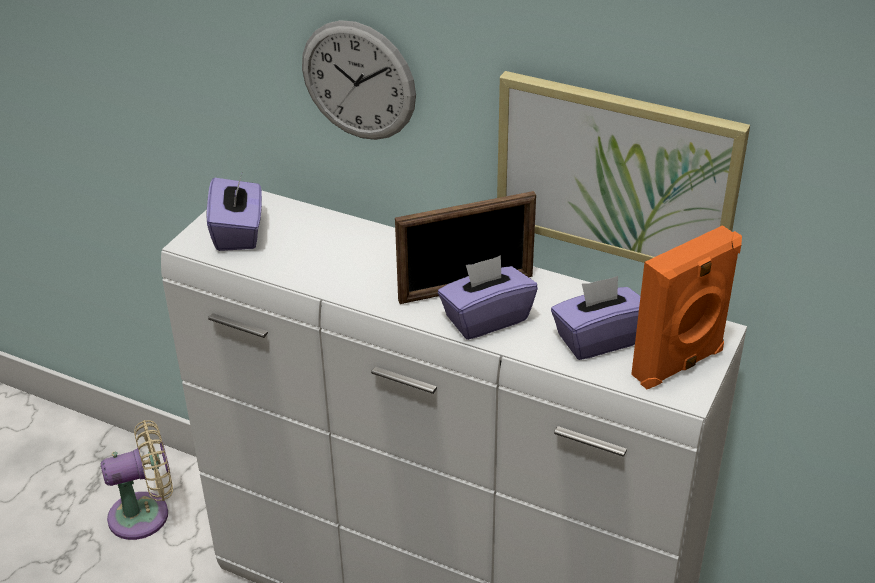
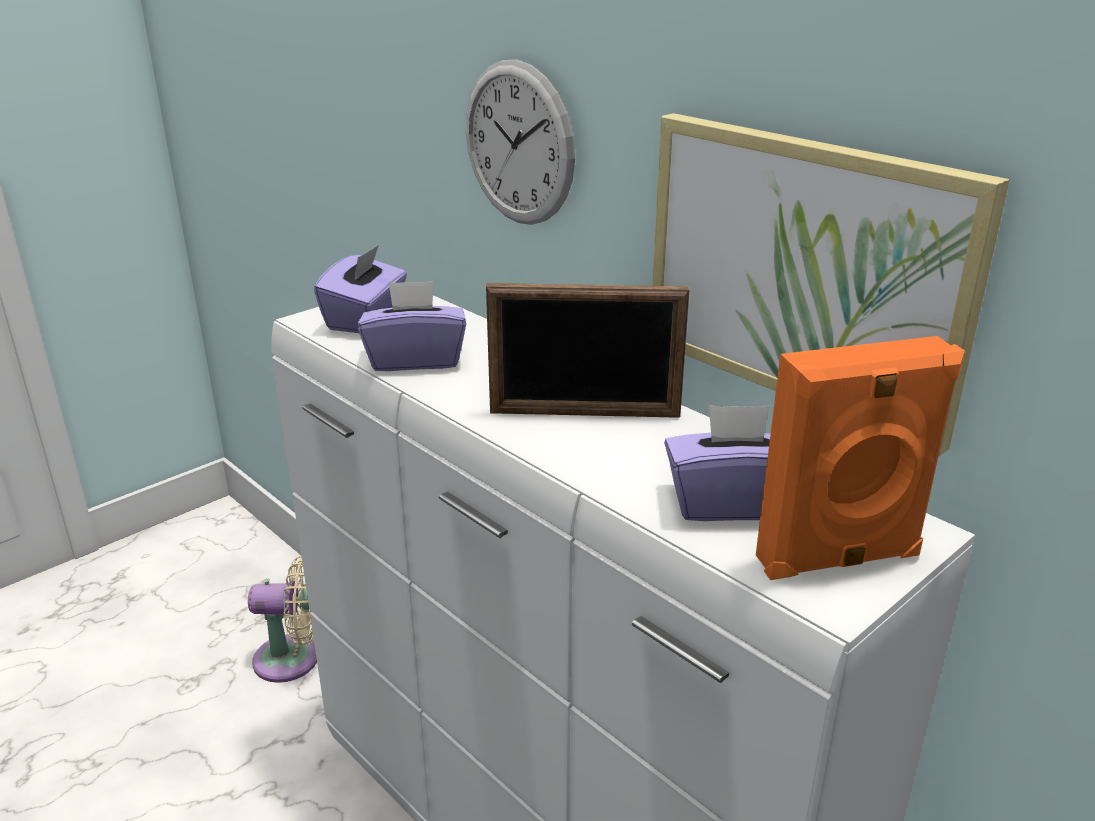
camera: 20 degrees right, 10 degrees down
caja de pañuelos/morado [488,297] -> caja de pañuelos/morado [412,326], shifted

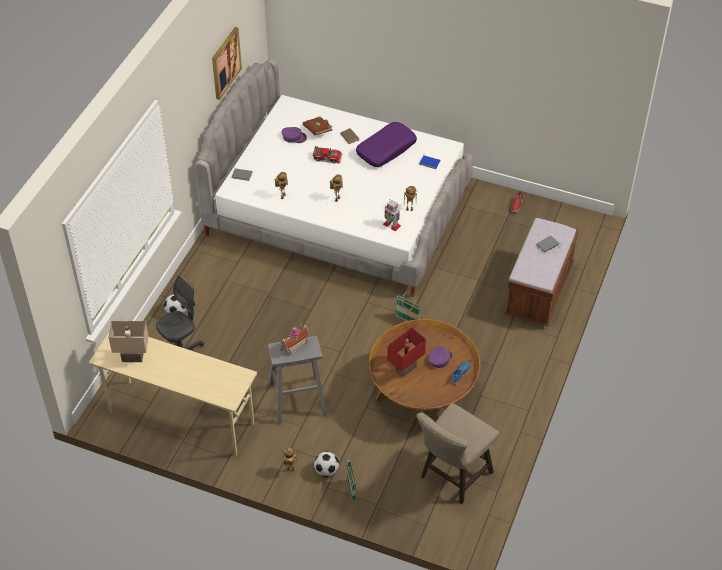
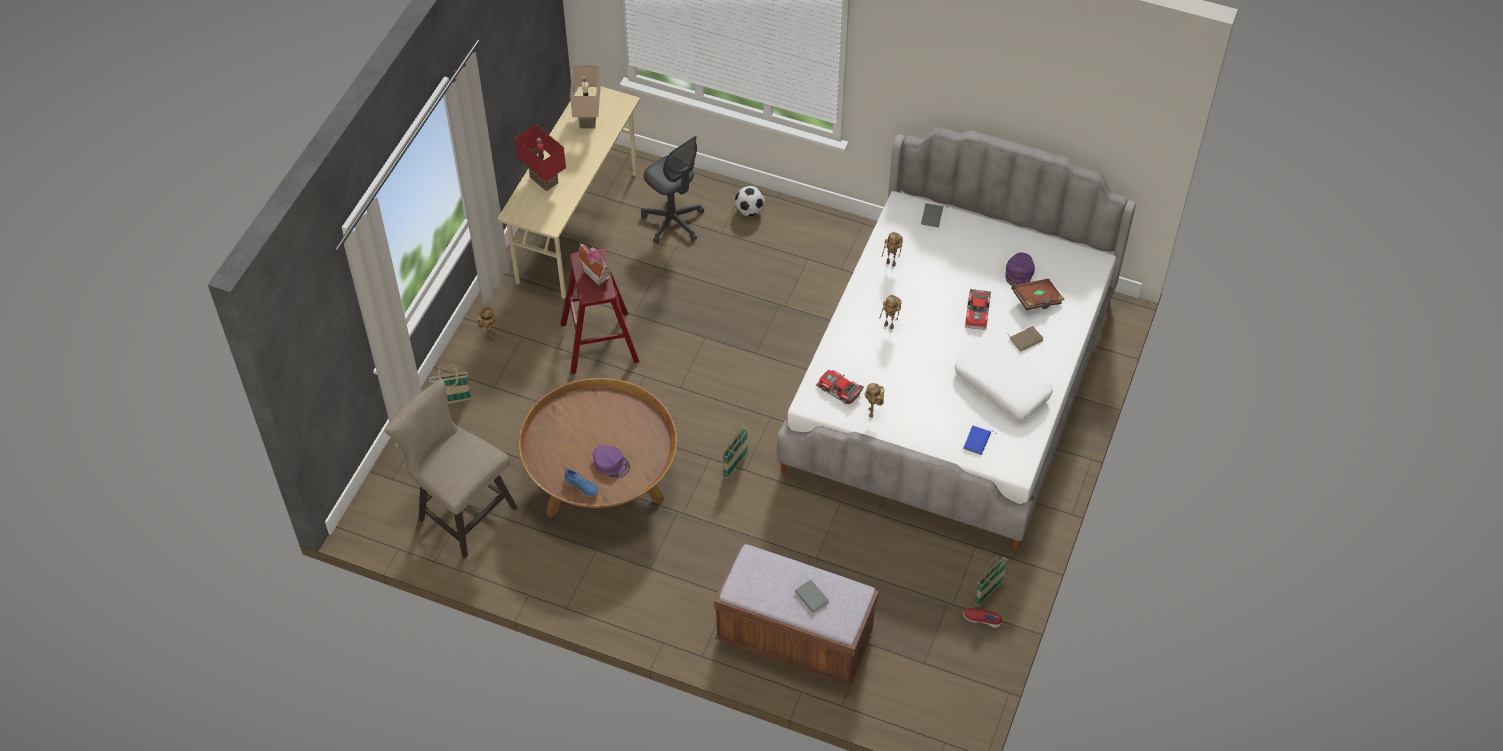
camera: 90 degrees right, 5 degrees up
cuadro [227,63] -> none
balón de fútbol [326,464] -> none
none -> cesta [990,581]
lámpara de mesa/rojo [406,352] -> lámpara de mesa/rojo [540,157], shifted
robot de juguete [392,215] -> coche de juguete [840,387]
taburete/gris [297,380] -> taburete/rojo [600,311]
cojín/morado [386,144] -> cojín/blanco [1004,379]

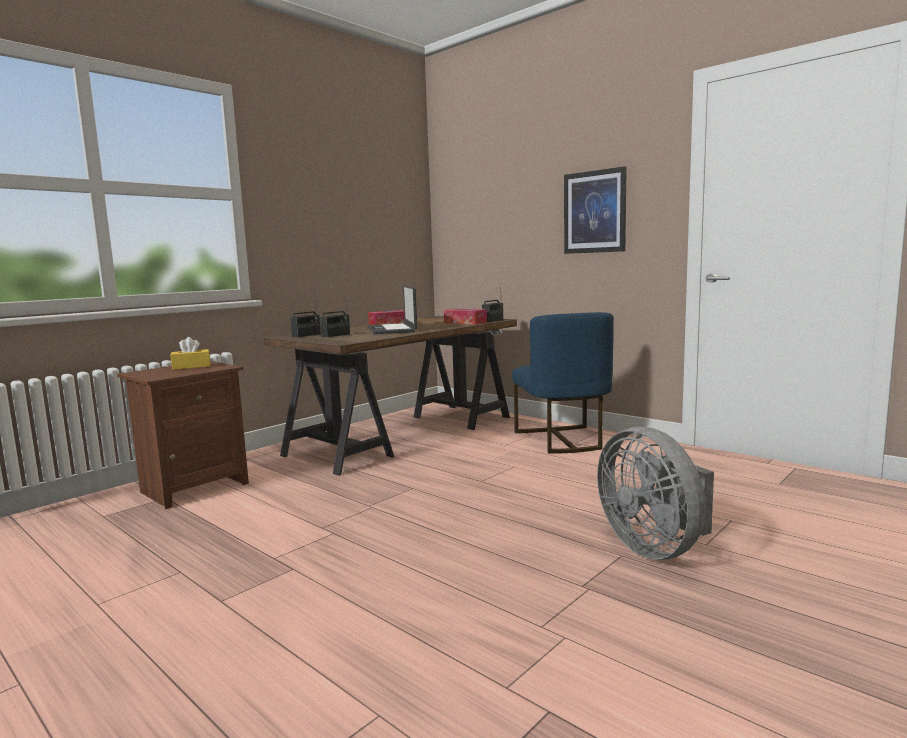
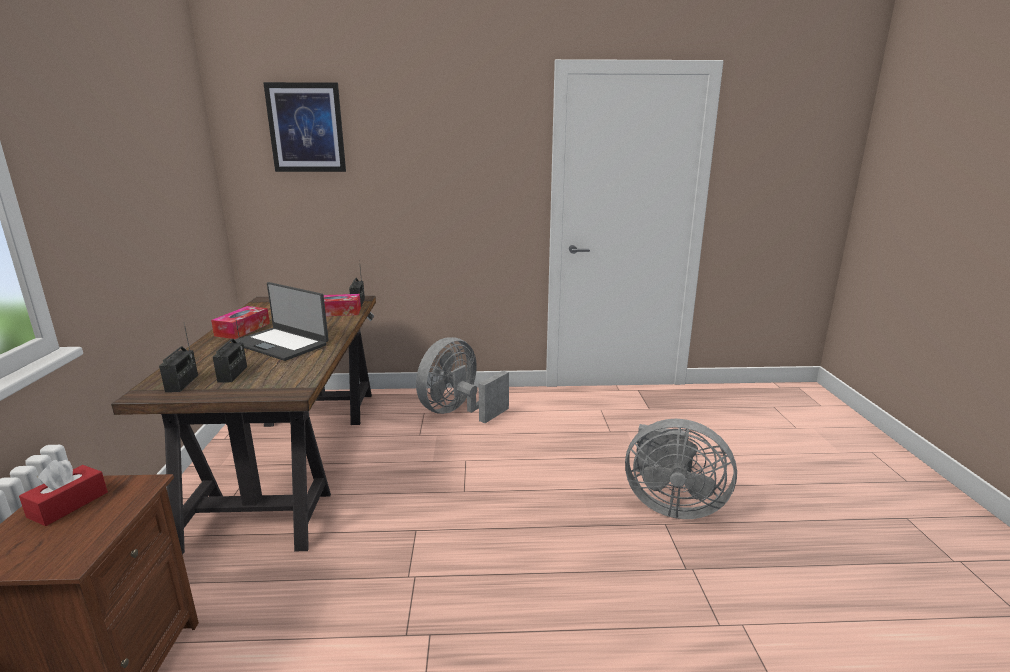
camera: 45 degrees left, 10 degrees up
cuadro [595,210] -> cuadro [304,127], shifted
silla/azul [563,383] -> ventilador/gris [462,380]
caja de pañuelos/amarillo [190,353] -> caja de pañuelos/rojo [63,493]

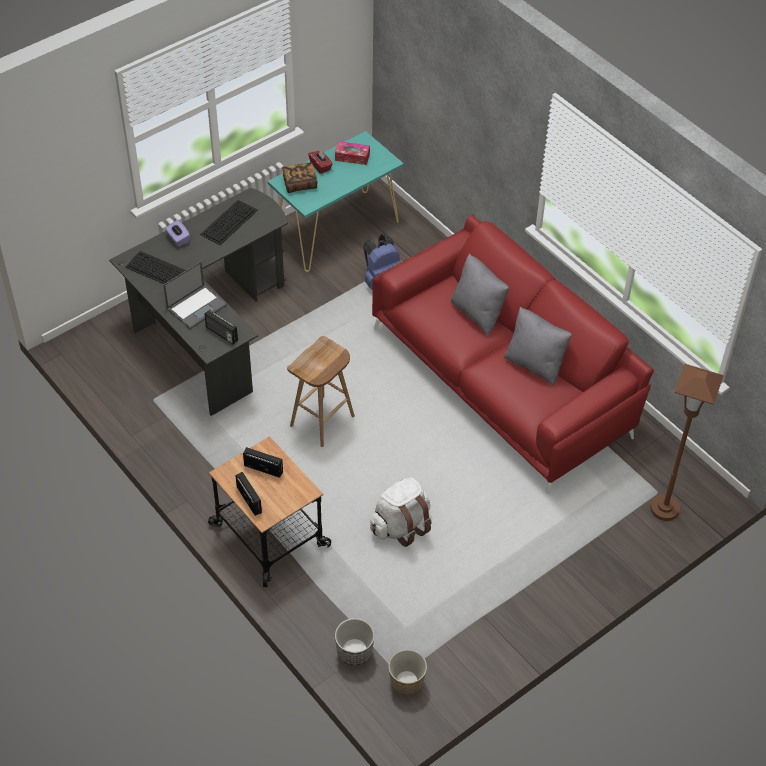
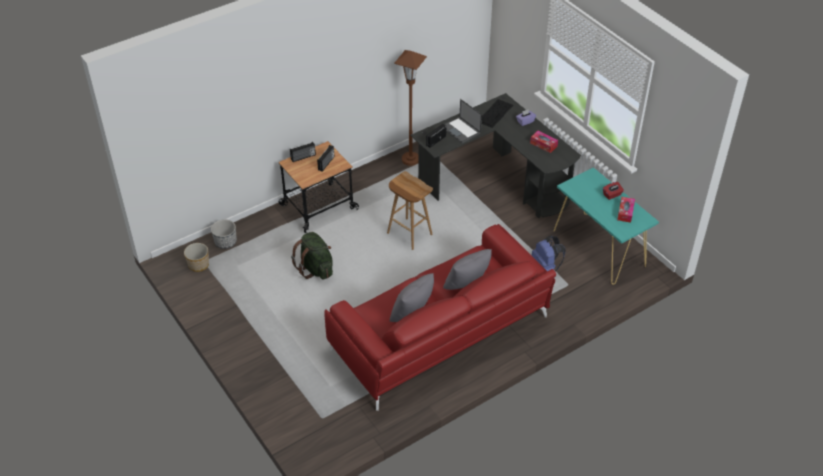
camera: 95 degrees right, 5 degrees down
libro [300,177] -> none
lámpara de pie/marrón [687,442] -> lámpara de pie/marrón [410,108], shifted
teclado [229,222] -> caja de pañuelos [544,142]
mochila/blanco [401,512] -> mochila/verde [312,255]

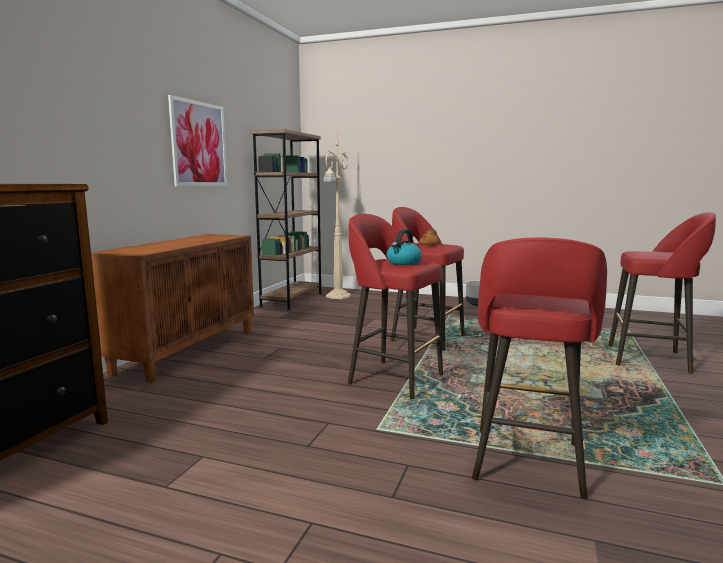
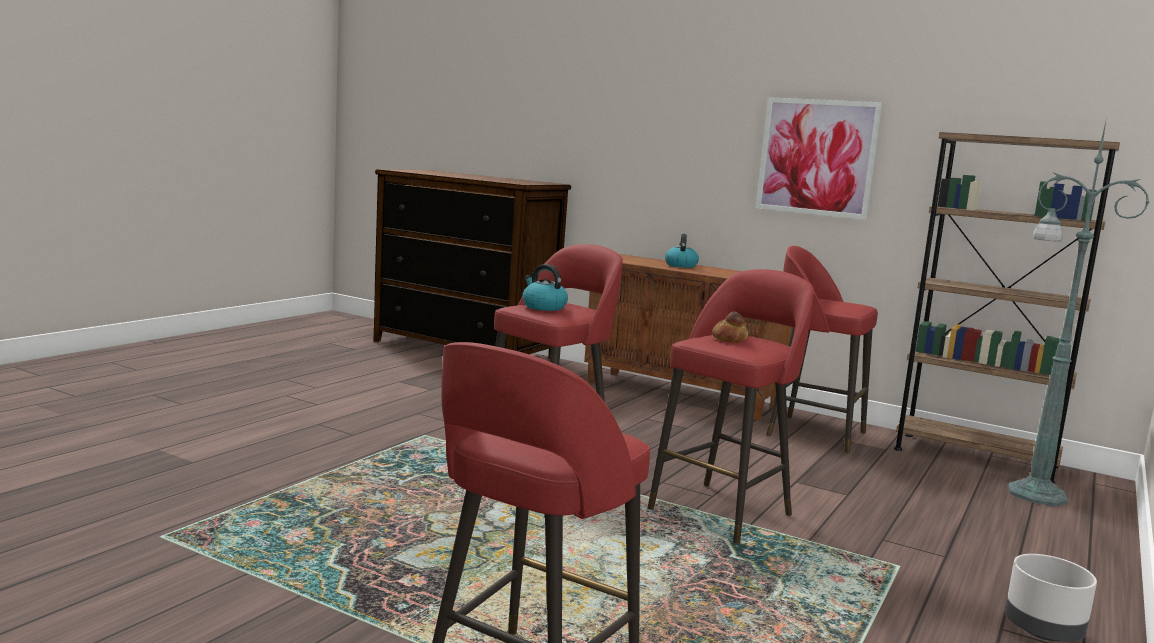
camera: 100 degrees right, 0 degrees up
none -> hervidor [682,251]
taburete/rojo [539,368] -> taburete/rojo [822,350], shifted
lámpara de pie/beis [337,217] -> lámpara de pie/verde [1079,314]

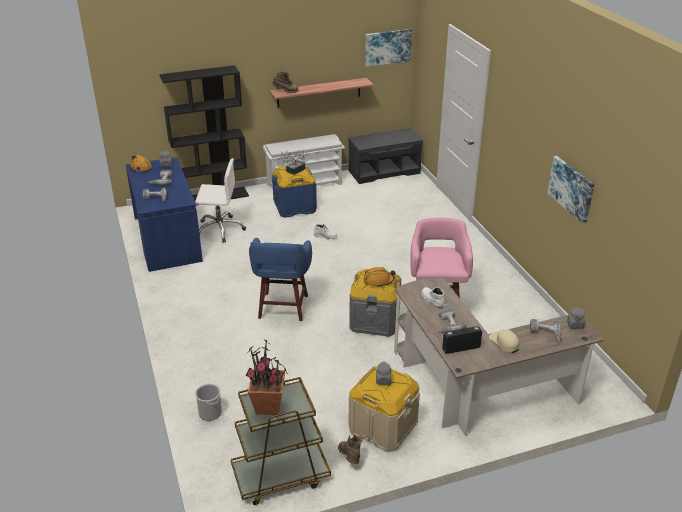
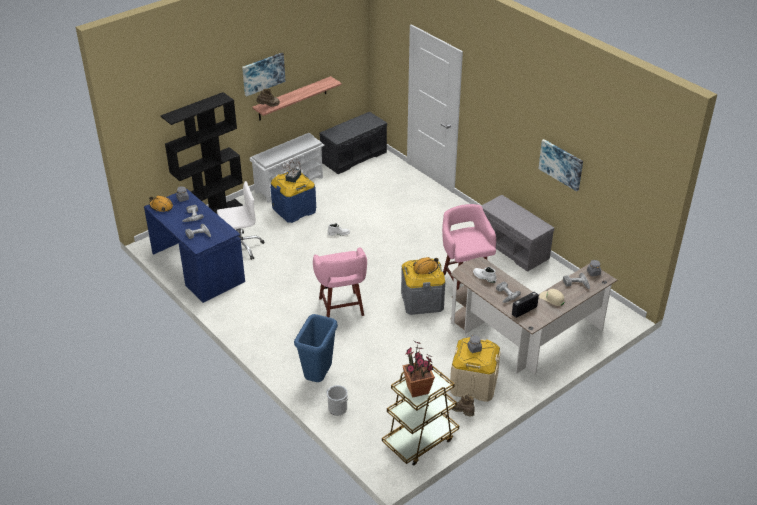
camera: 20 degrees left, 5 degrees up
none -> papelera/azul [316,348]
none -> banco/gris [517,233]
cuadro [388,48] -> cuadro [264,74], shifted
taburete/azul [280,279] -> taburete/rosa [340,282]

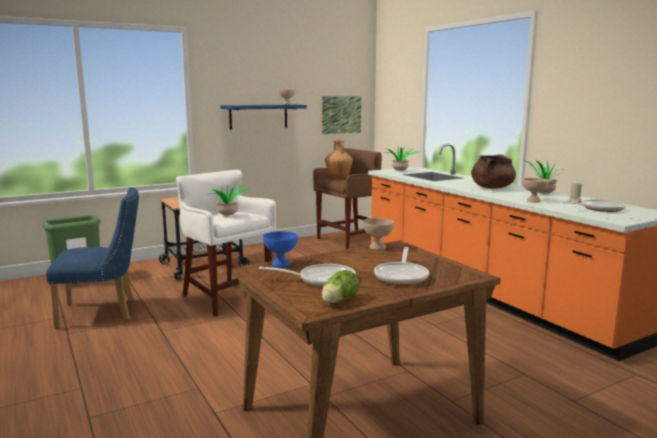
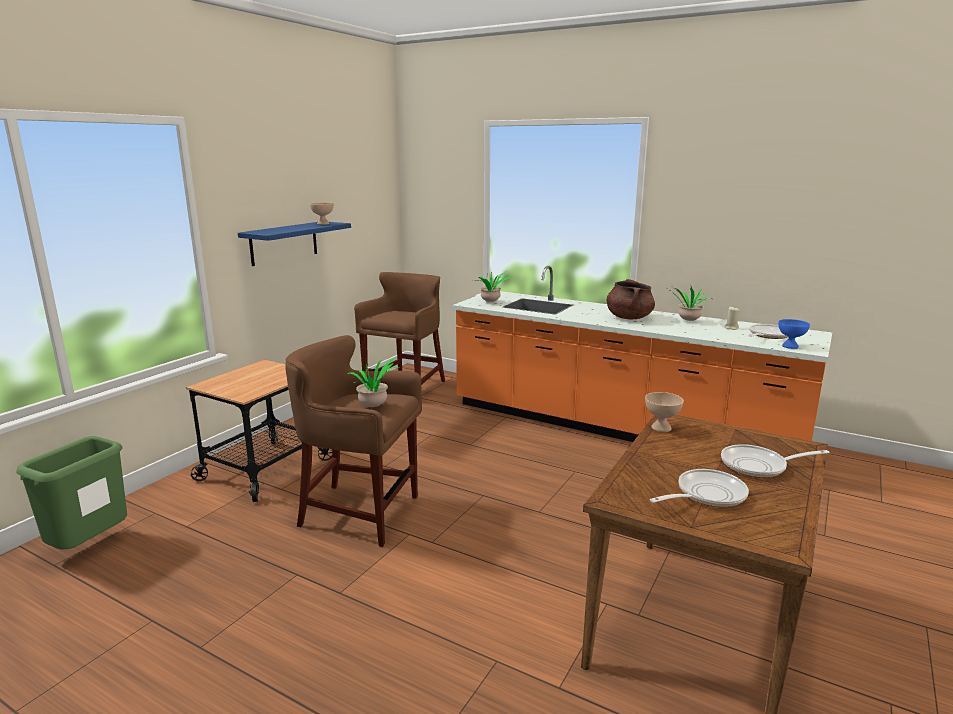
camera: 30 degrees left, 5 degrees up
silla/azul [92,258] -> none
cuadro [341,115] -> none
lechuga [340,286] -> none
florero/marrón [339,160] -> none
cuenco/beis [535,190] -> none
cuenco/azul [280,249] -> cuenco/azul [794,334], shifted
taburete/blanco [226,243] -> taburete/marrón [353,441]
sartén [401,266] -> sartén [775,461], 105 degrees clockwise

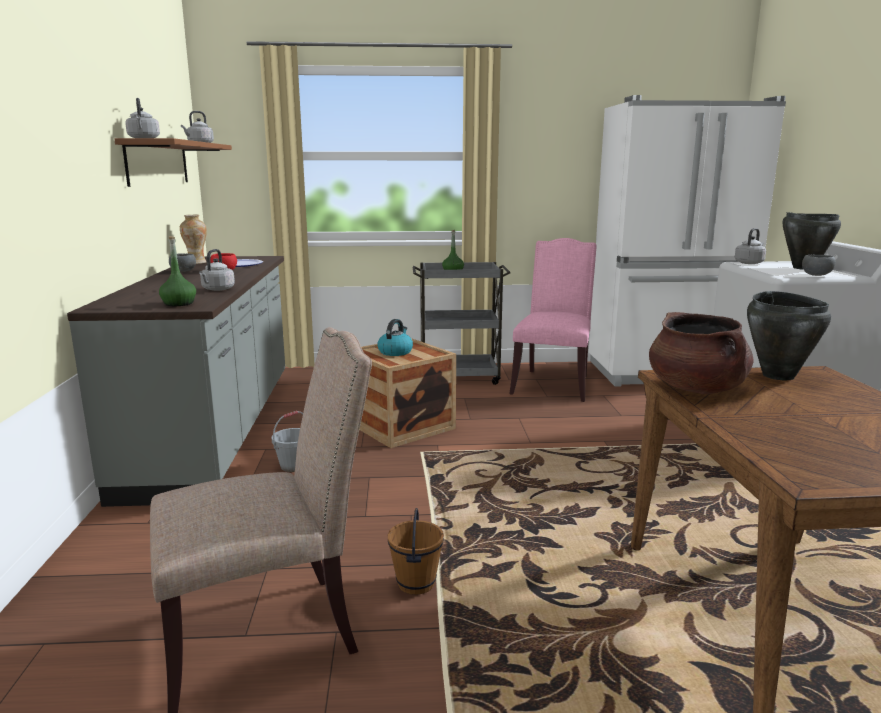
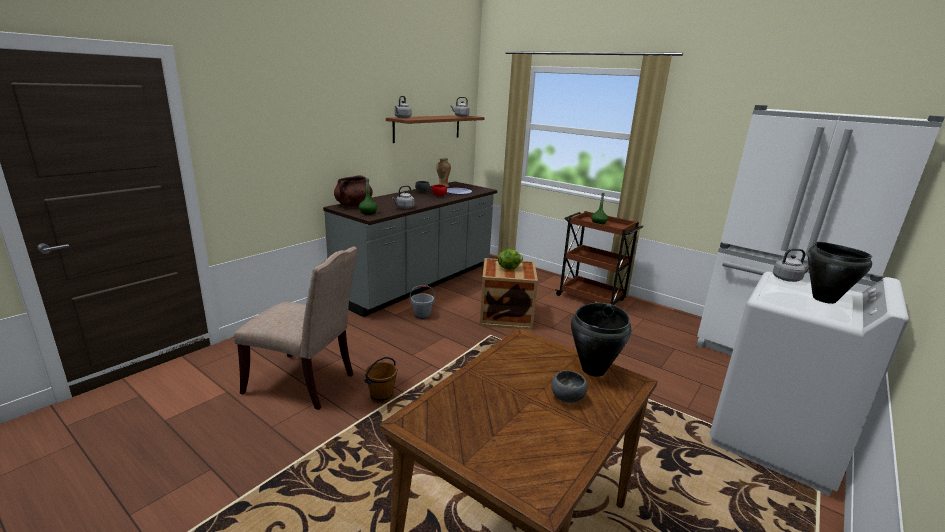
camera: 40 degrees right, 5 degrees up
silla/rosa [552,320] -> none
olla/marrón [701,353] -> olla/marrón [353,190], shifted
cuenco/gris [819,265] -> cuenco/gris [569,386], shifted
hervidor [395,337] -> lechuga [510,259]
carrito/gris [461,323] -> carrito/marrón [599,258]

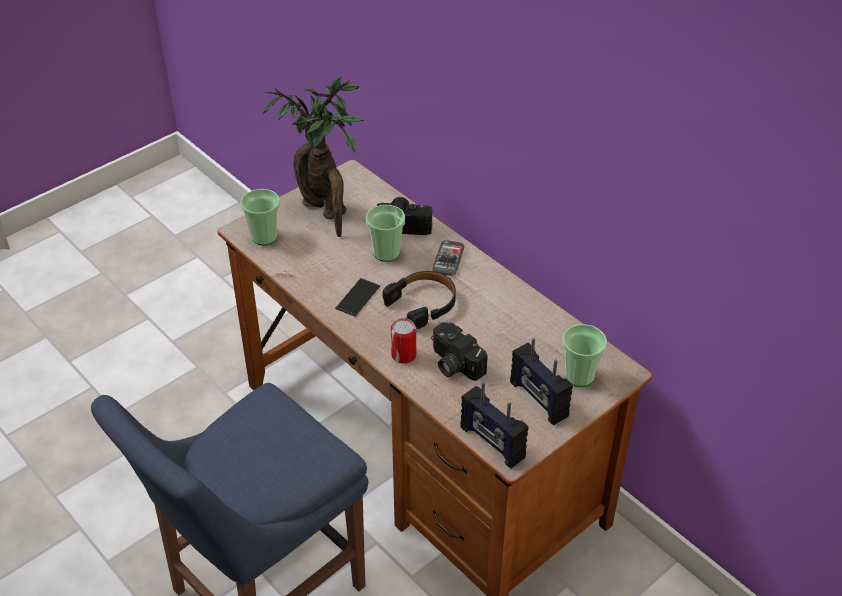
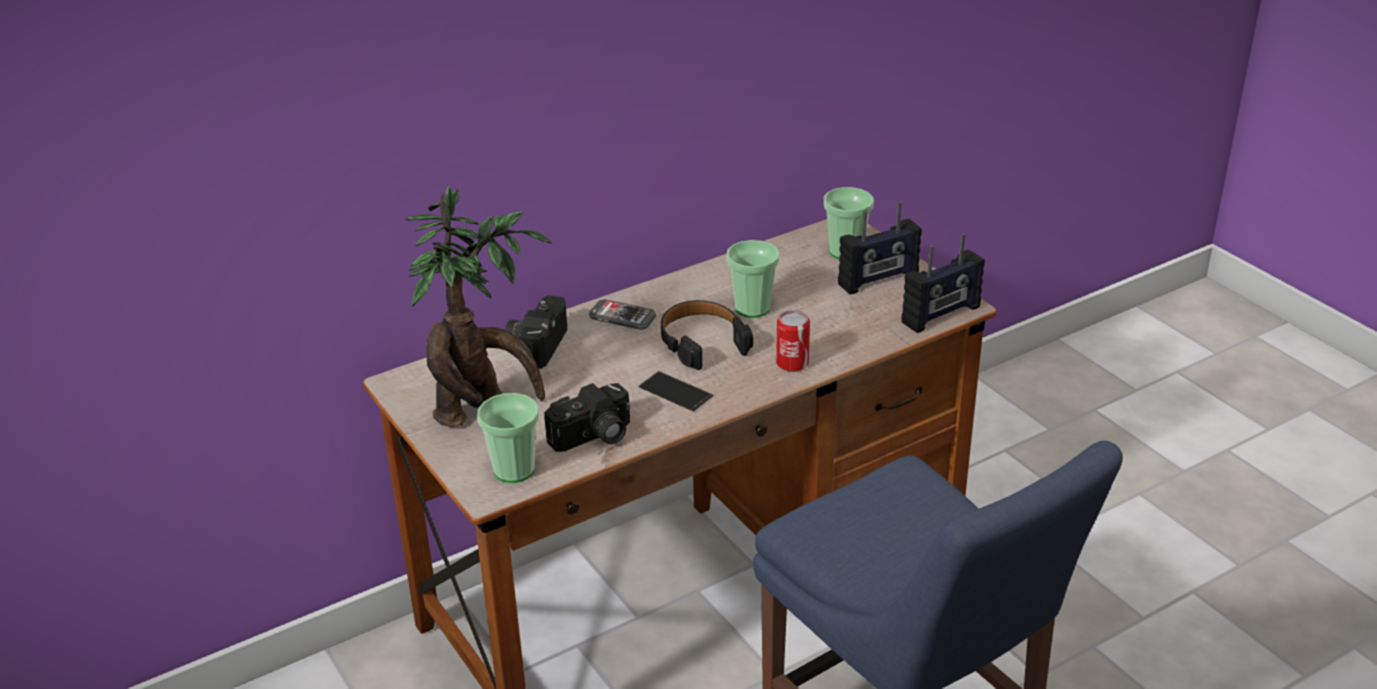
camera: 80 degrees left, 10 degrees down
taza [385,233] -> taza [753,279], shifted
cámara [459,351] -> cámara [587,417], shifted

